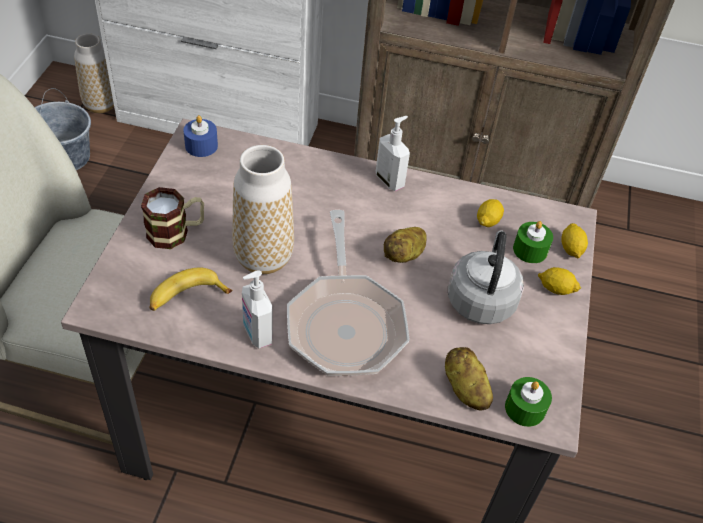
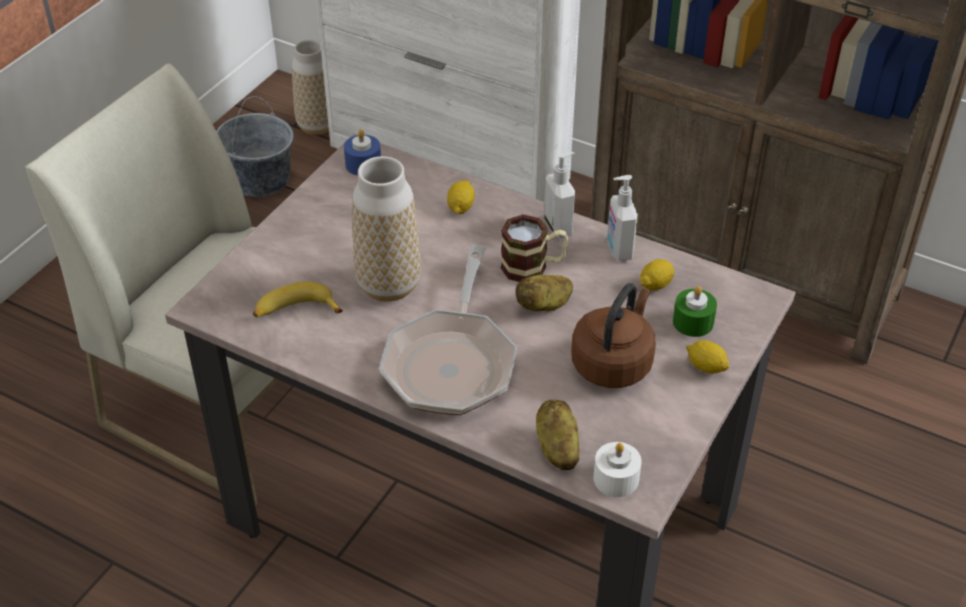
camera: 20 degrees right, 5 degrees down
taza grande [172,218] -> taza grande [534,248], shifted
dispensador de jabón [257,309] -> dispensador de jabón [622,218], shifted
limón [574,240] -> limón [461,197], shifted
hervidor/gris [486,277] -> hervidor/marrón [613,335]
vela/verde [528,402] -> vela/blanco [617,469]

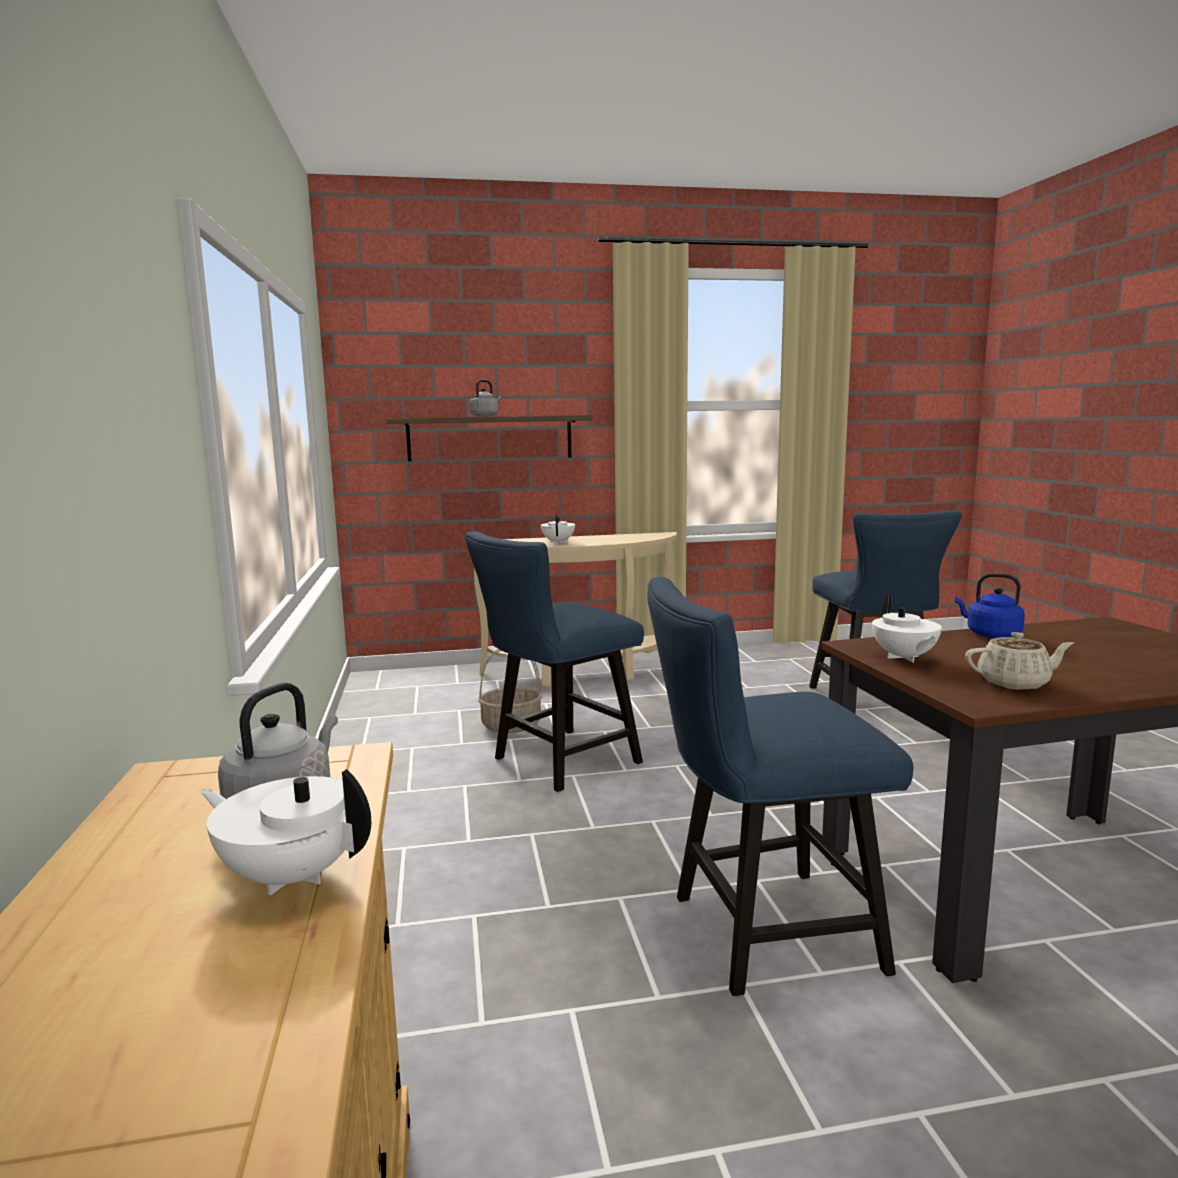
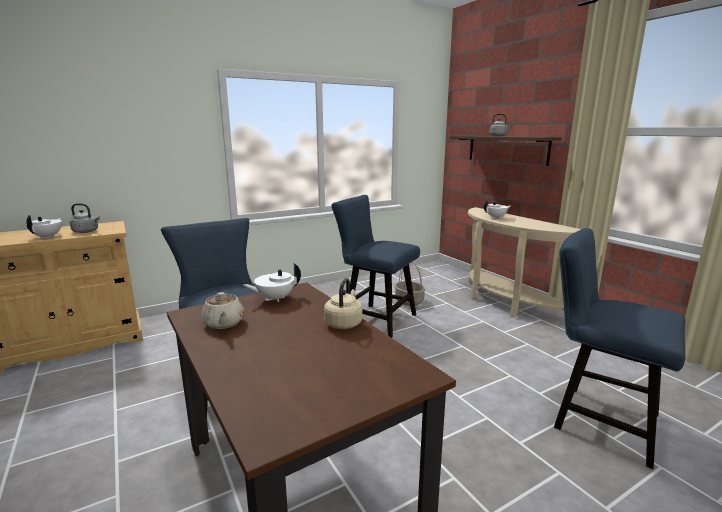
camera: 70 degrees right, 5 degrees up
hervidor/azul [990,605] -> hervidor/beis [343,303]
silla/azul [885,599] -> silla/azul [620,348], 60 degrees clockwise

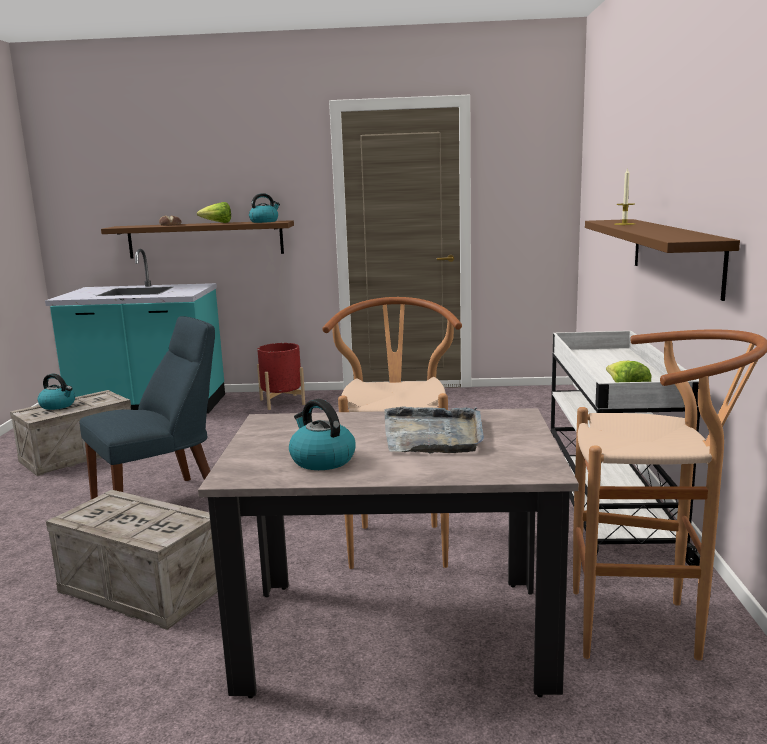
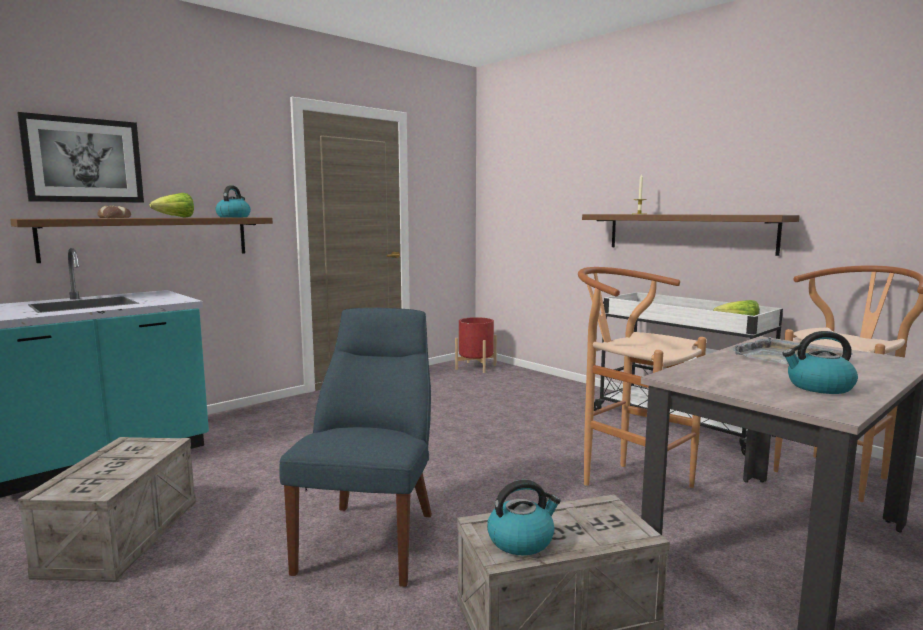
camera: 45 degrees left, 5 degrees down
none -> cuadro [80,157]
hervidor [56,392] -> hervidor [524,517], shifted
maceta/rojo [281,376] -> maceta/rojo [476,345], shifted

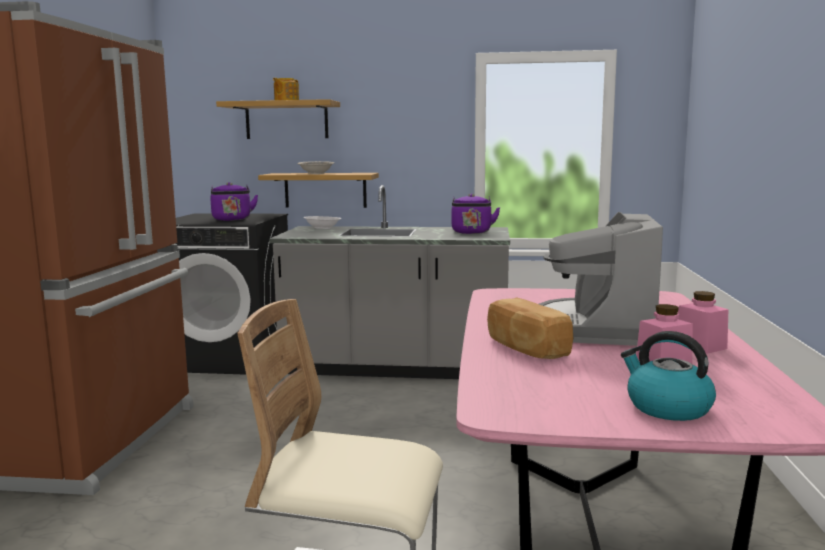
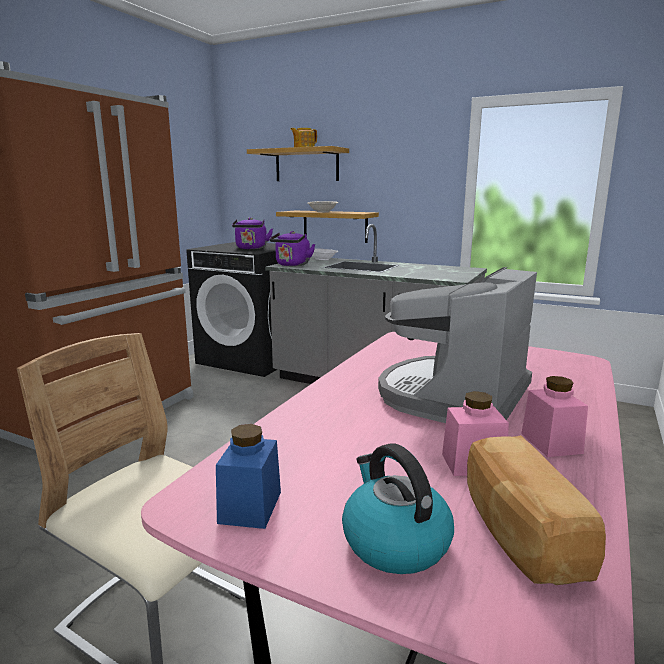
camera: 20 degrees right, 5 degrees up
none -> tarro/azul [248,476]
hervidor/morado [476,214] -> hervidor/morado [292,248], shifted
pan [530,328] -> pan [536,510], shifted

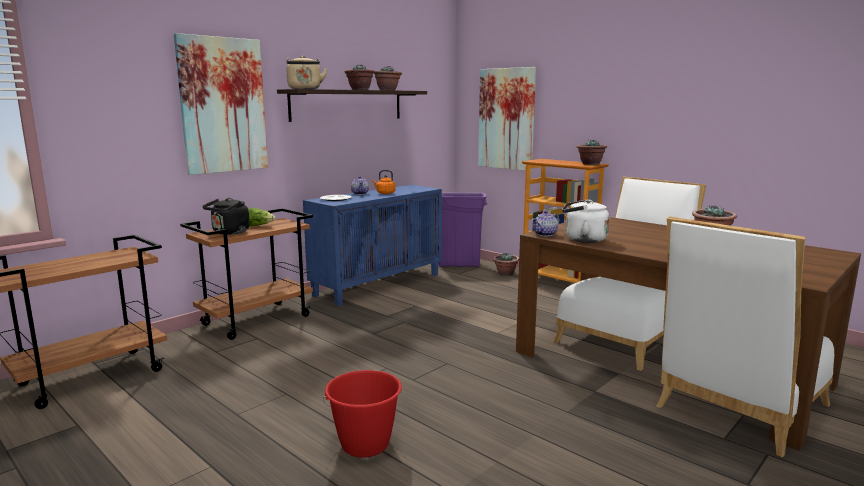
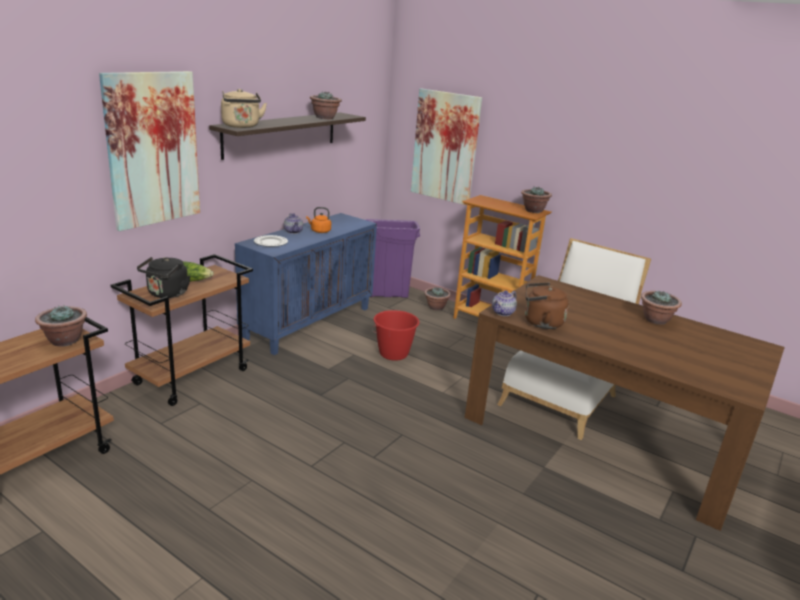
camera: 10 degrees left, 10 degrees up
silla/blanco [745,337] -> none
cubo/rojo [362,414] -> cubo/rojo [395,335], shifted
planta en maceta [359,77] -> planta en maceta [61,325], shifted
hervidor/blanco [585,221] -> hervidor/marrón [547,305]

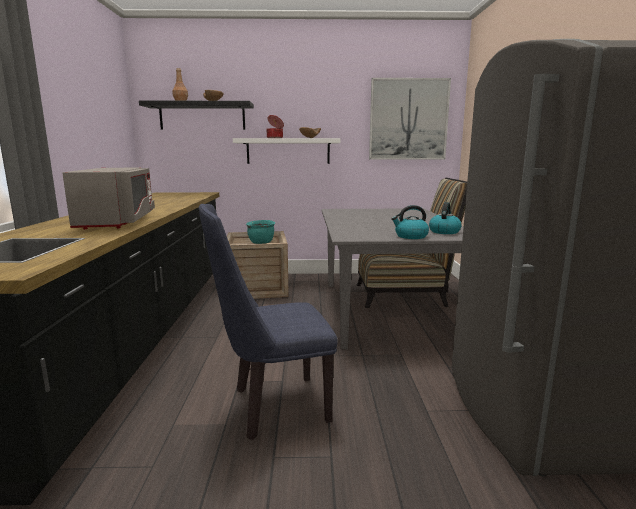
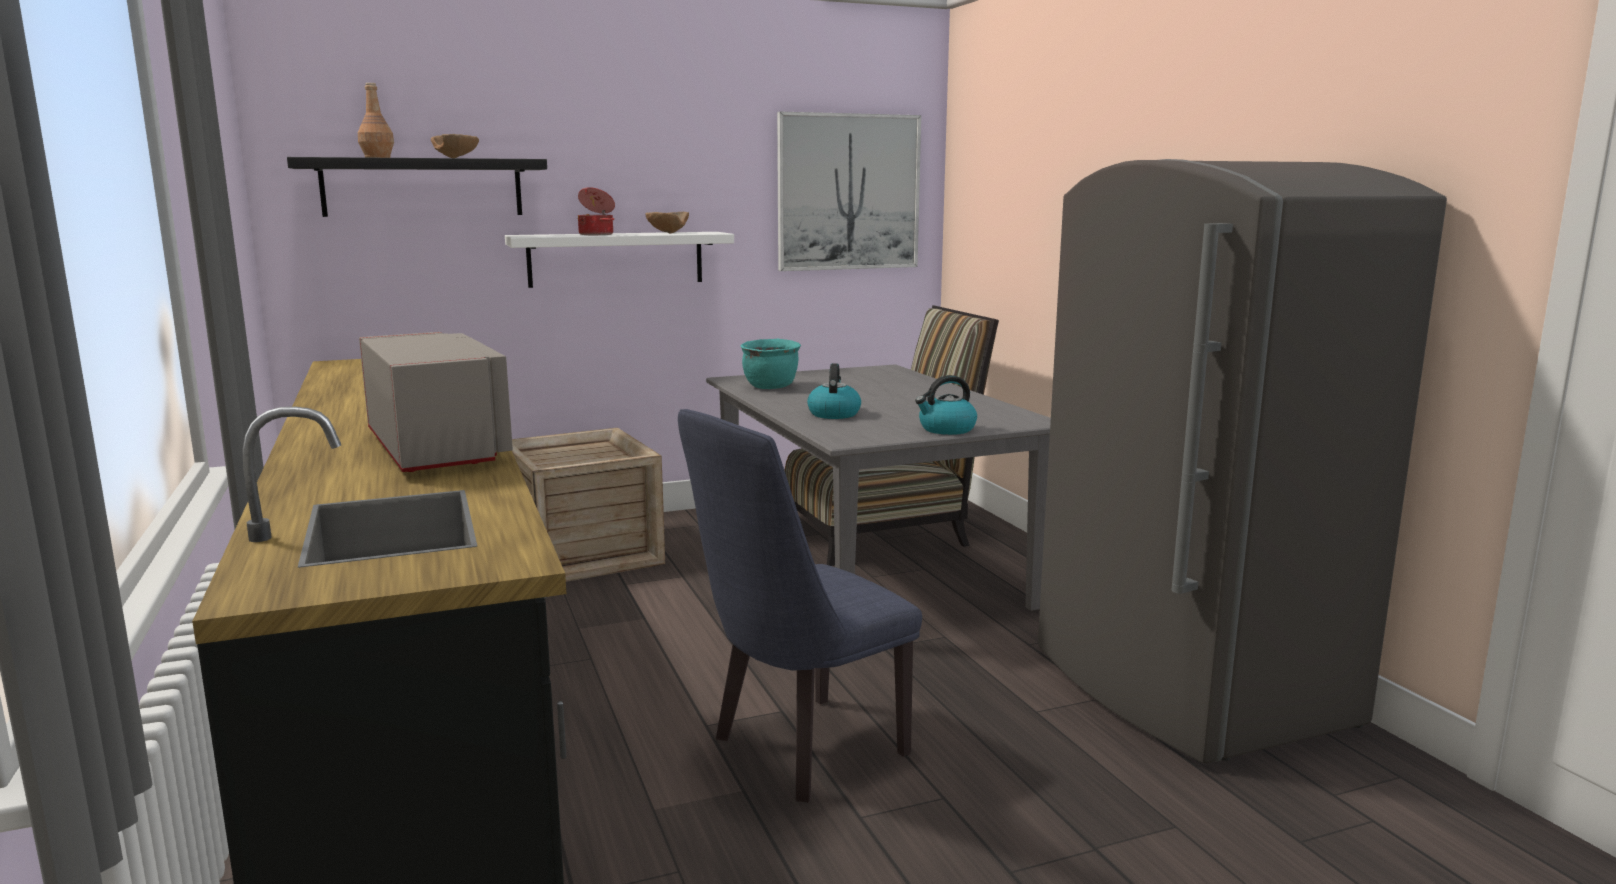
camera: 20 degrees left, 0 degrees up
olla/turquesa [260,232] -> olla/turquesa [771,364], shifted
hervidor [445,218] -> hervidor [834,391], shifted

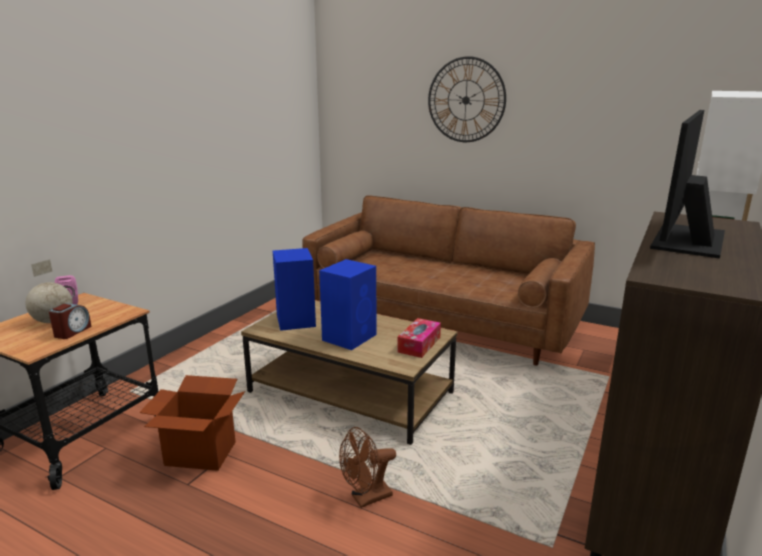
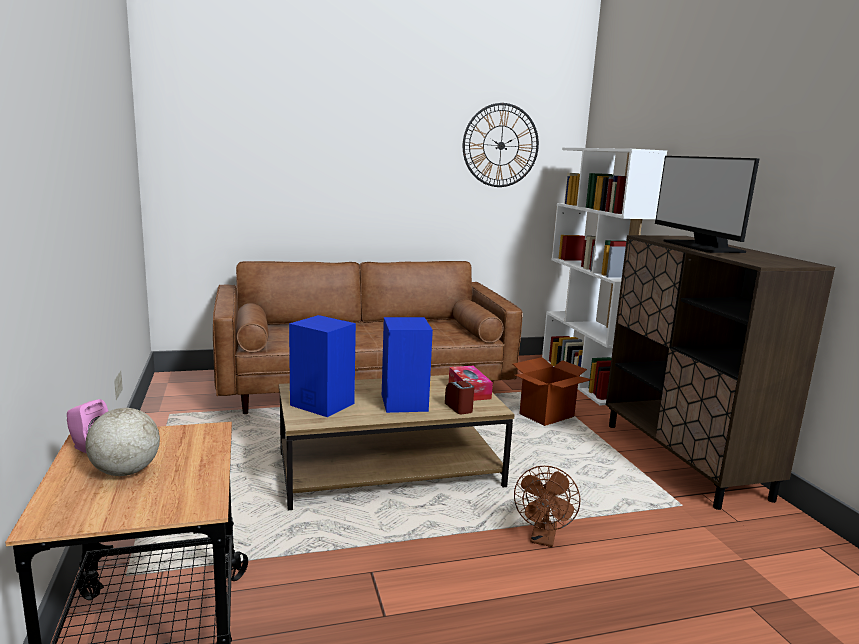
camera: 45 degrees left, 5 degrees down
despertador [70,321] -> despertador [459,397], shifted
caja de cartón [192,423] -> caja de cartón [552,391], shifted
reloj de pared [467,99] -> reloj de pared [501,145], shifted

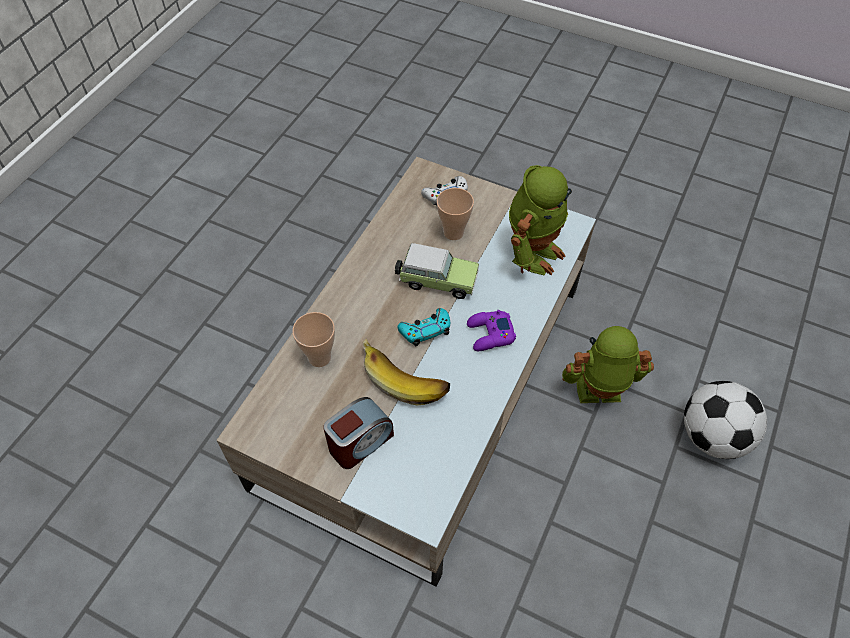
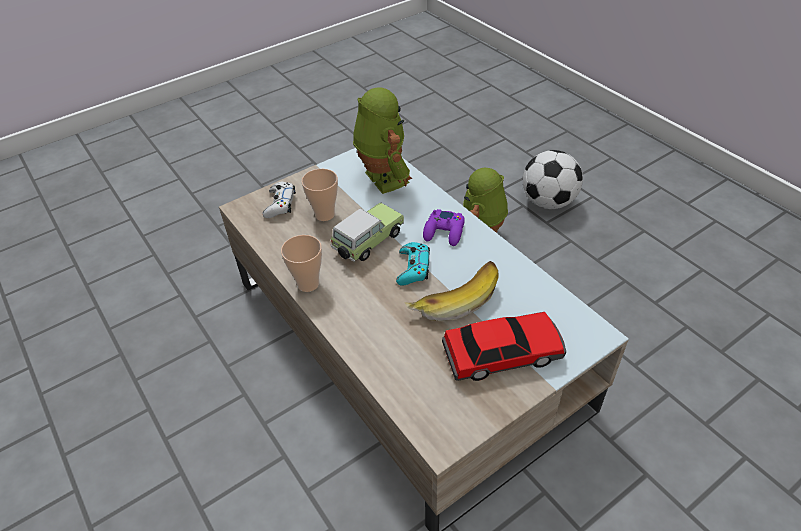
camera: 60 degrees left, 10 degrees down
taza [313,339] -> taza [301,263], shifted
despertador [358,433] -> coche de juguete [504,346]

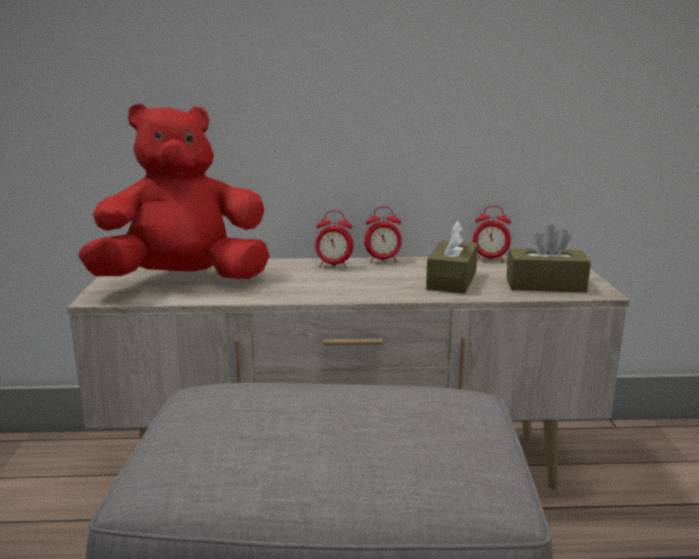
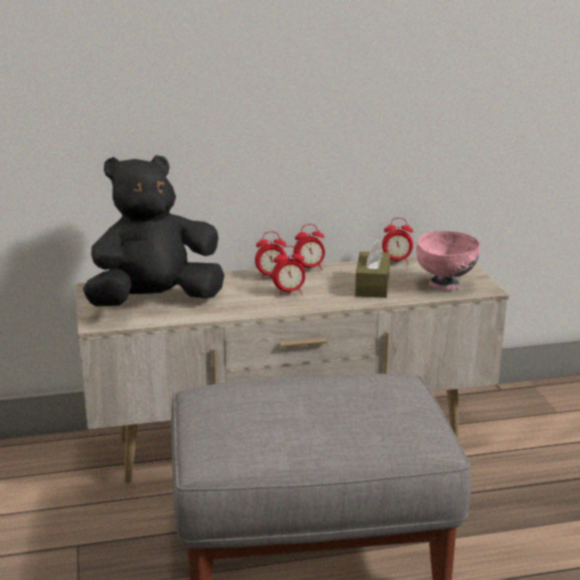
camera: 10 degrees left, 5 degrees up
none -> despertador [288,271]
caja de pañuelos/marrón [548,258] -> cuenco/rosa [448,260]
peluche/rojo [174,191] -> peluche/negro [153,230]

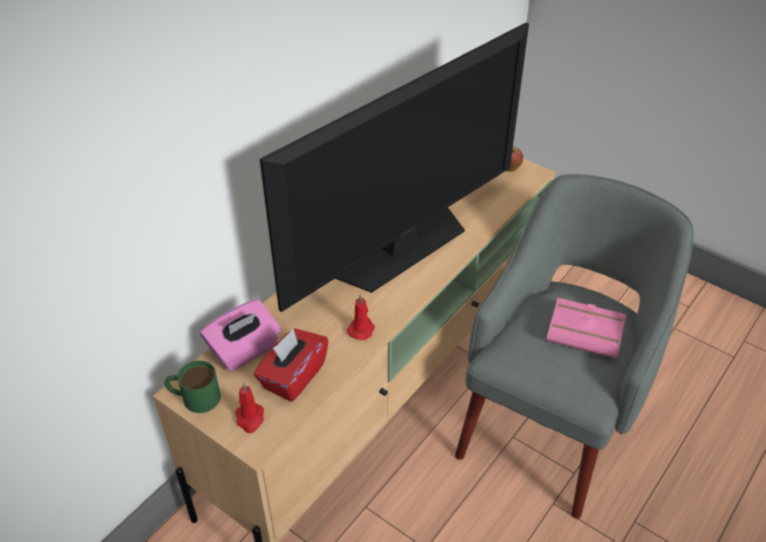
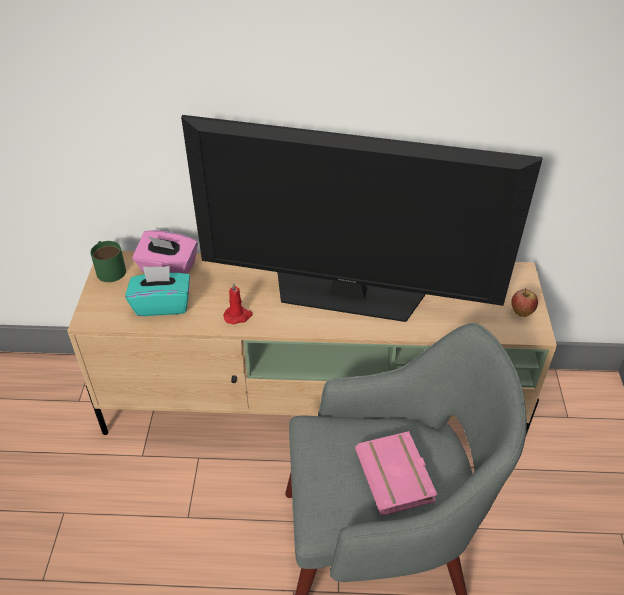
camera: 55 degrees right, 0 degrees up
vela/rojo [249,407] -> none
caja de pañuelos/rojo [291,365] -> caja de pañuelos/turquesa [157,291]

